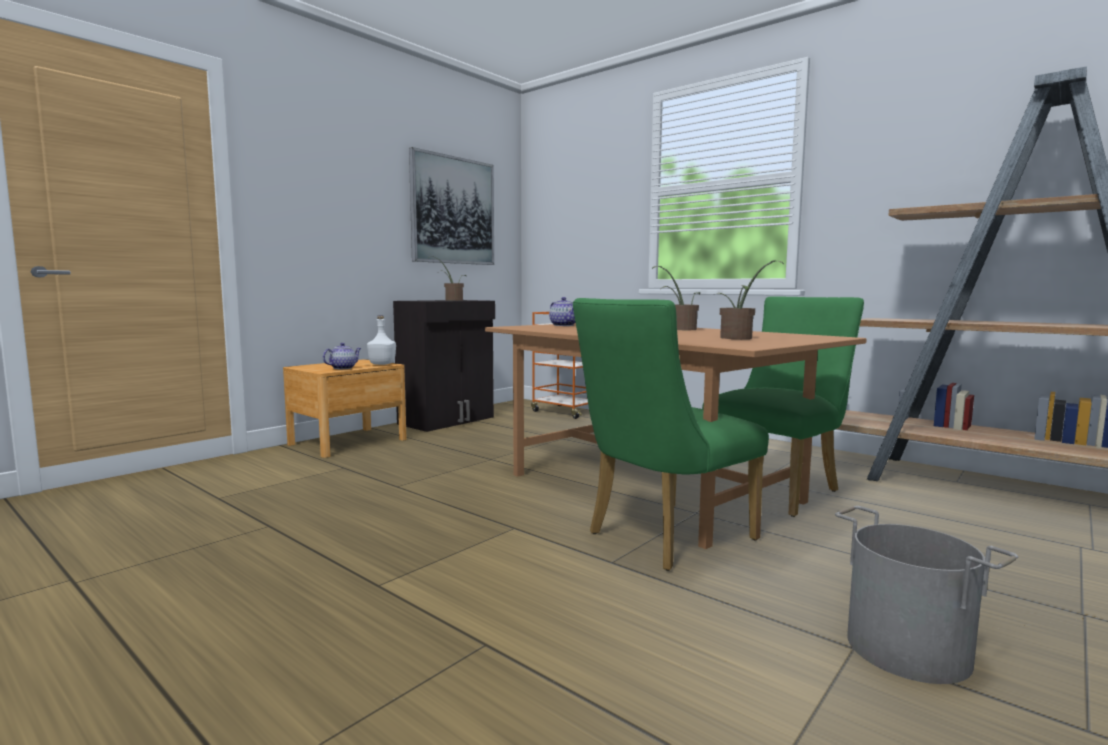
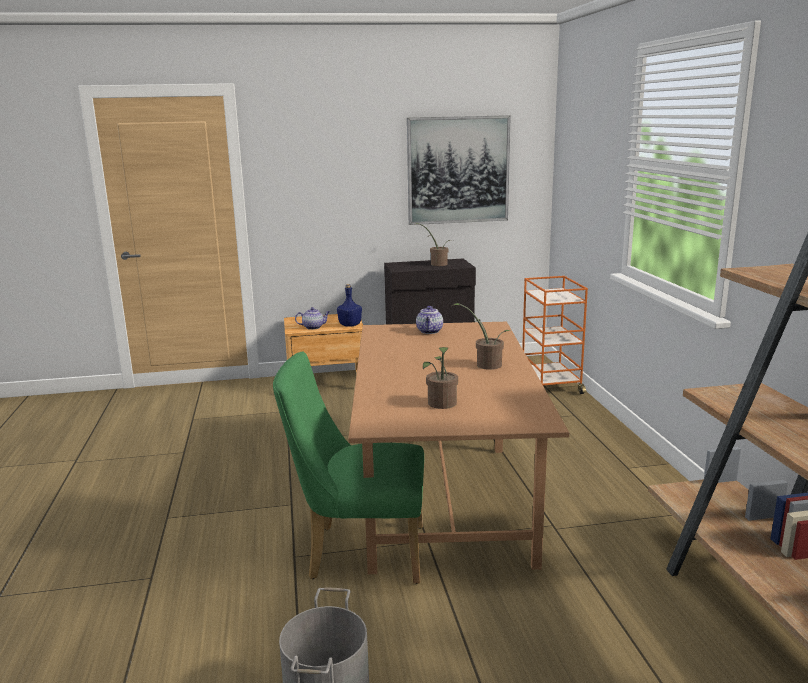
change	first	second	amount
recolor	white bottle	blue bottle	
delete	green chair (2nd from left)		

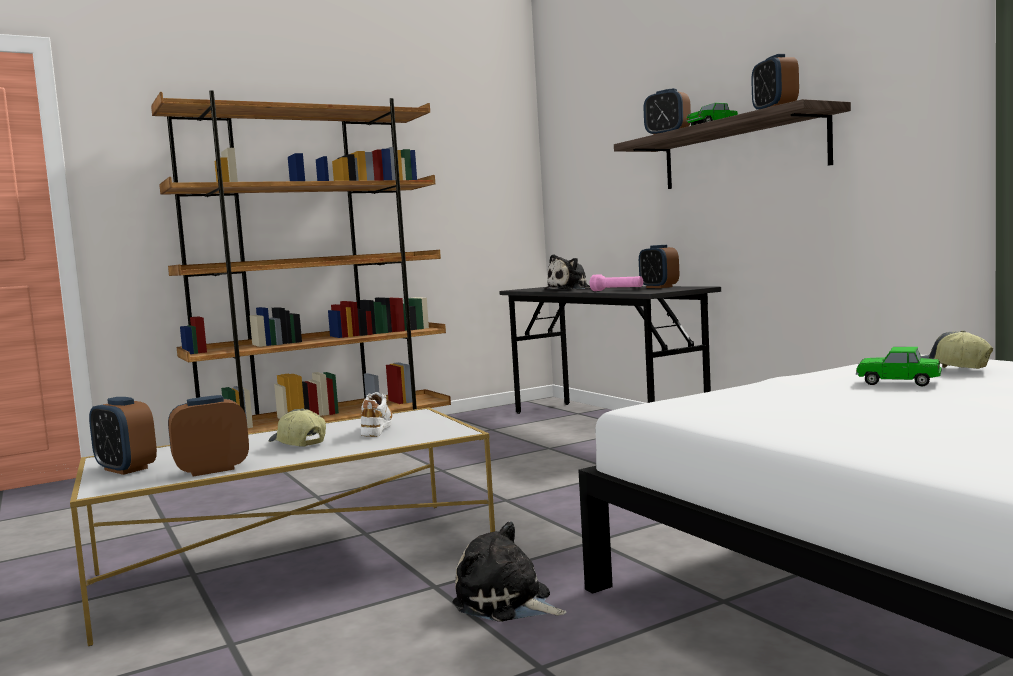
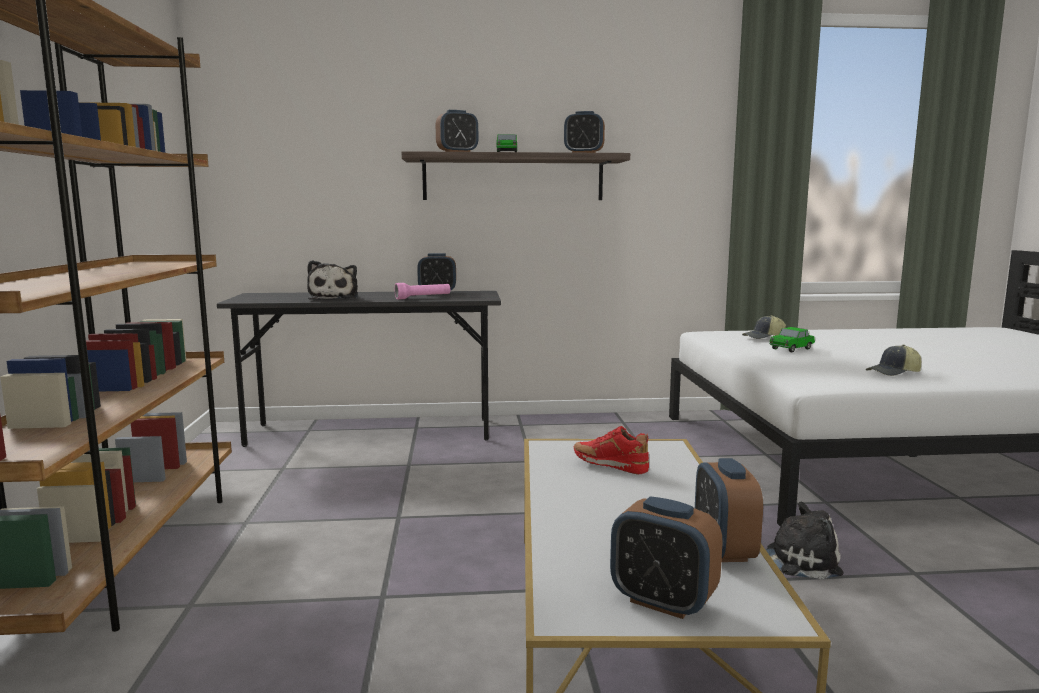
change	first	second	amount
recolor	white shoe	red shoe	
rotate	alarm clock (1st from left in the first image)	alarm clock (4th from left)	60 degrees clockwise
rotate	plush toy (1st from left in the first image)	plush toy (2nd from left)	150 degrees counterclockwise
move	cap (1st from left in the first image)	cap (2nd from left)	

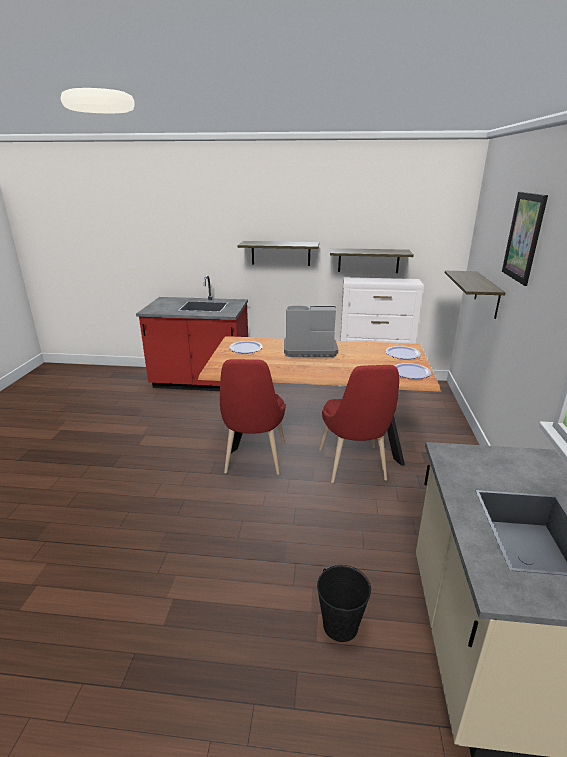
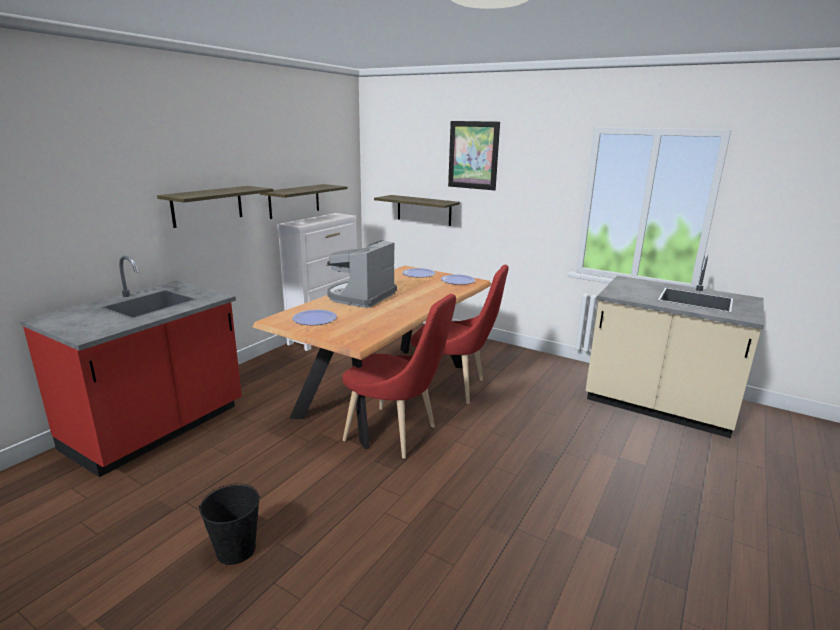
change	first	second	amount
move	black bucket		

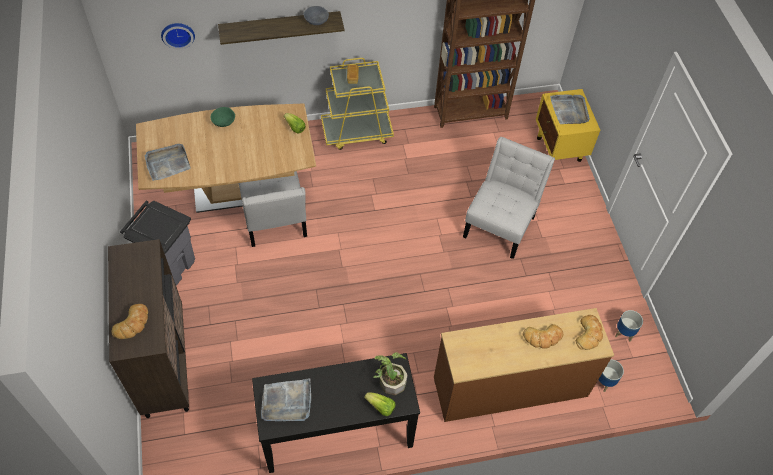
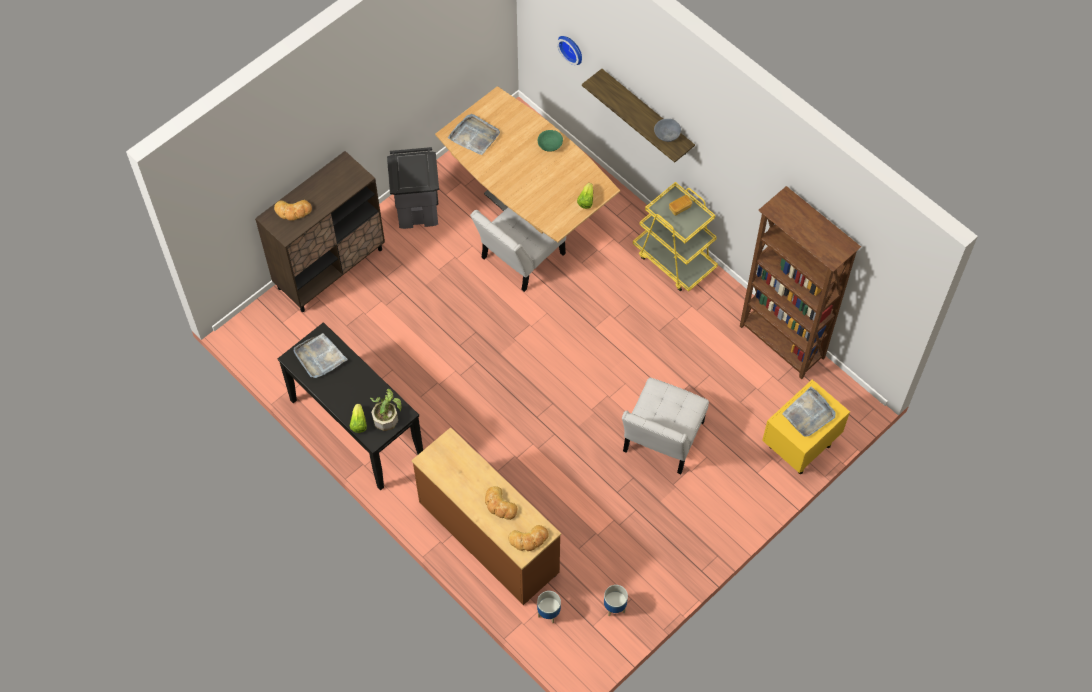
change	first	second	amount
rotate	white chair (2nd from left)		120 degrees clockwise

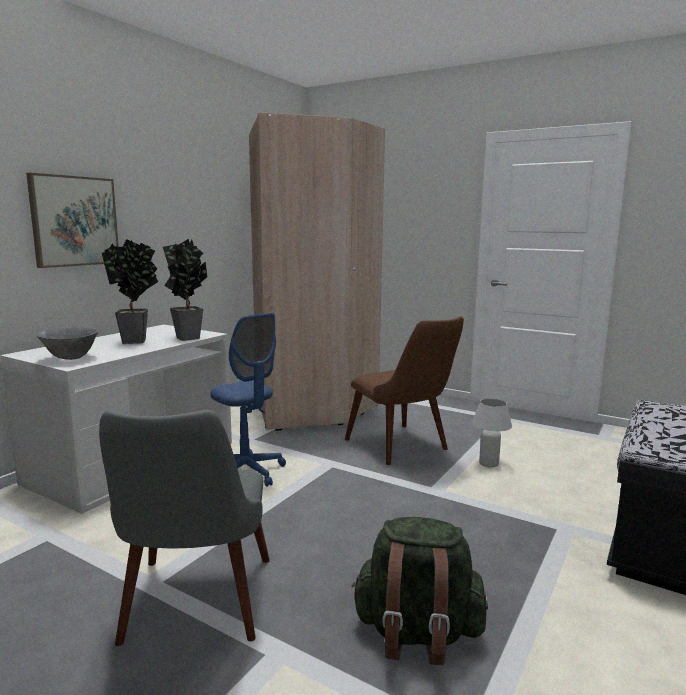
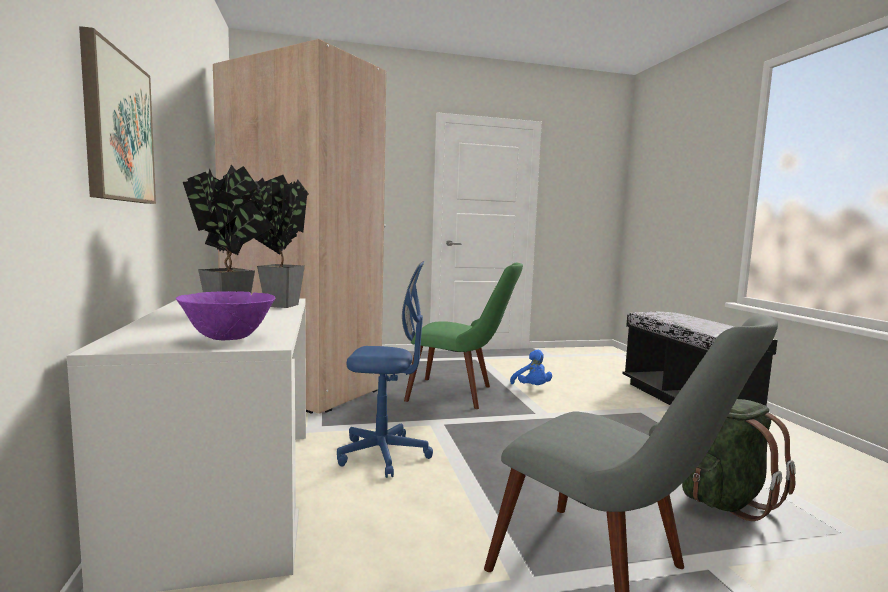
change	first	second	amount
recolor	grey bowl	purple bowl	
recolor	brown chair	green chair	
replace	white table lamp	blue plush toy	

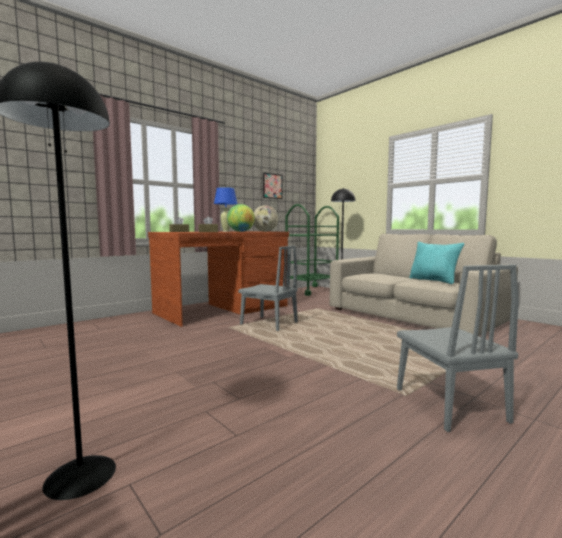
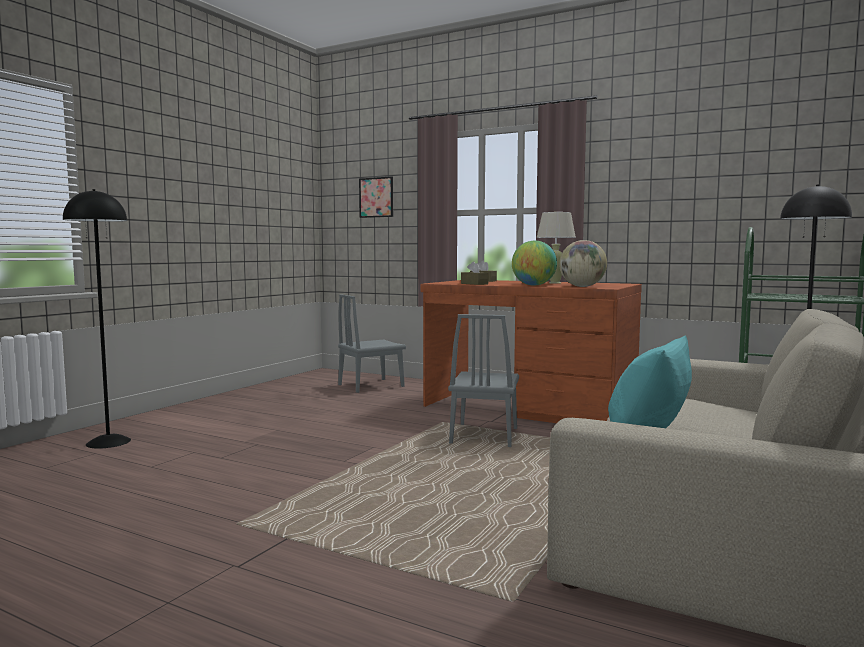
change	first	second	amount
move	grey chair (2nd from left in the first image)	grey chair (1st from left)	
move	picture		
recolor	blue table lamp	beige table lamp	

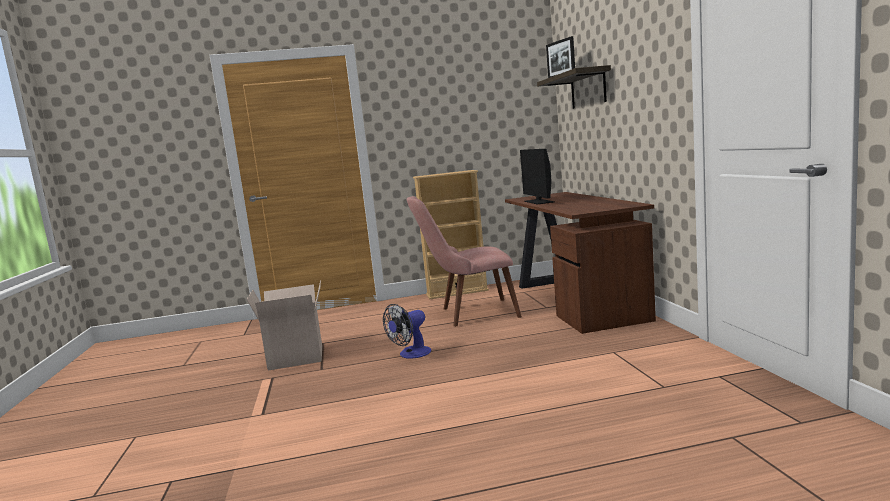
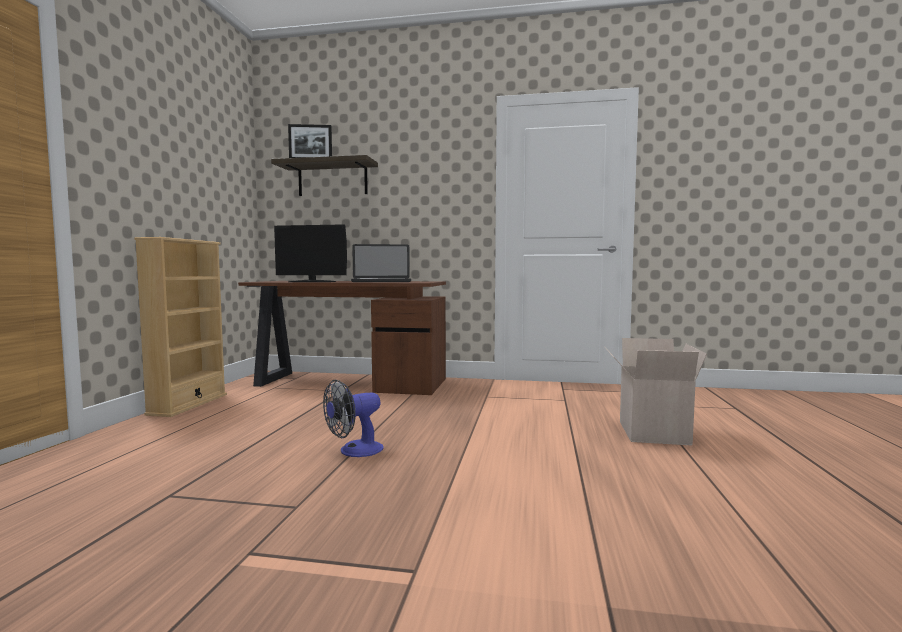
change	first	second	amount
rotate	fan		75 degrees clockwise
insert		laptop	
move	cardboard box		
delete	pink chair		

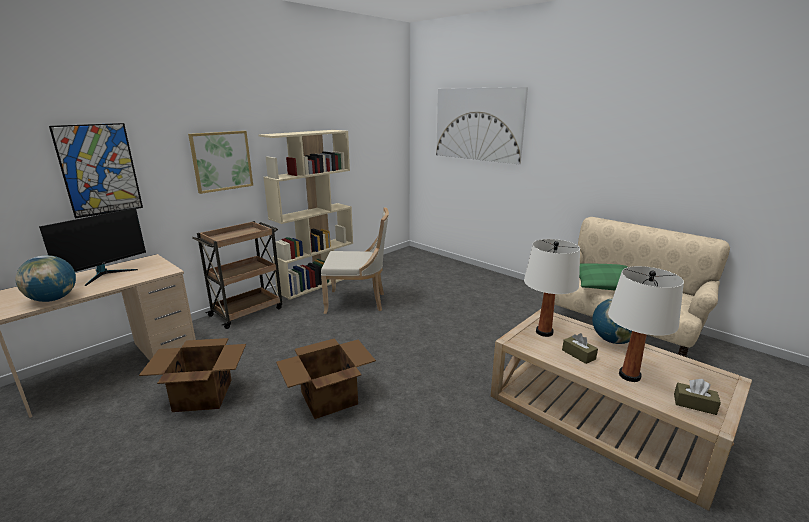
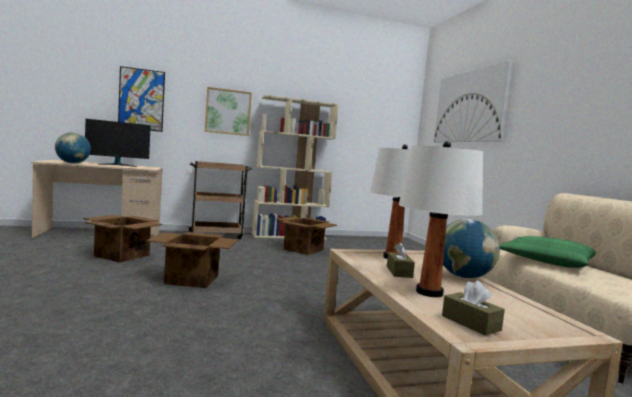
change	first	second	amount
replace	beige chair	cardboard box (3rd from left)	

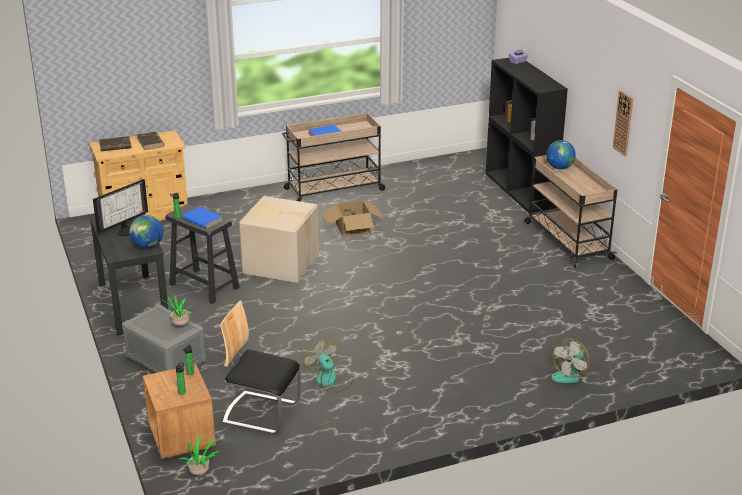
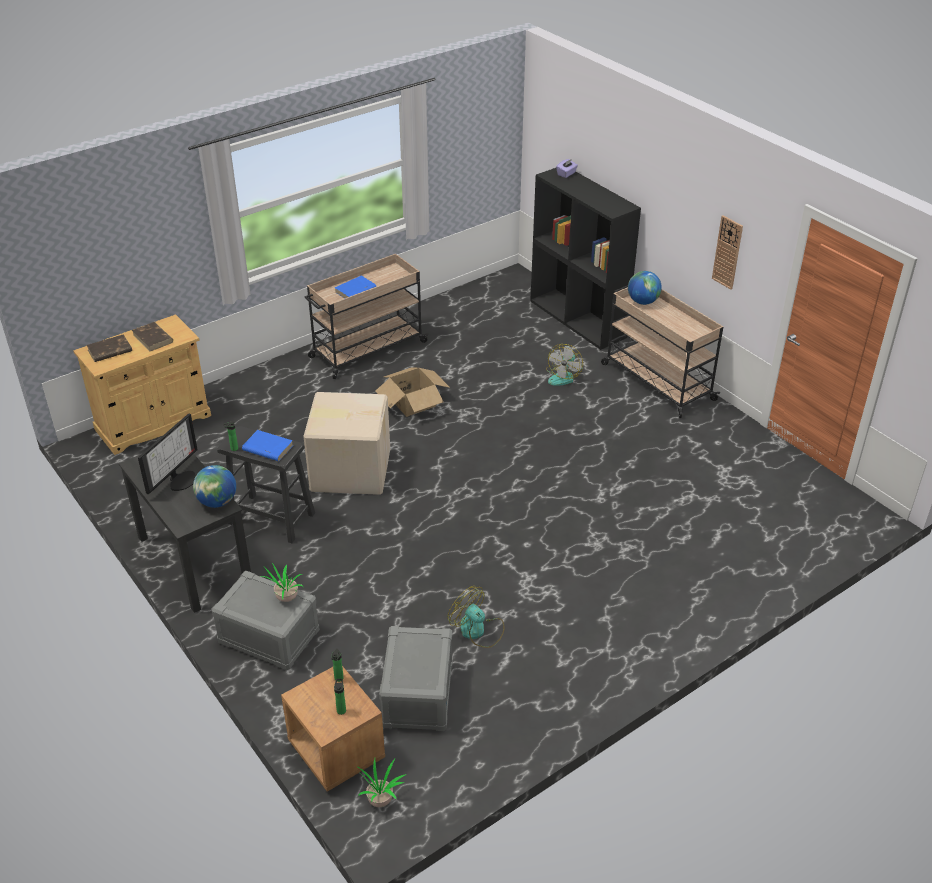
change	first	second	amount
replace	chair	grey storage box (2nd from left)	
move	fan (2nd from left)		

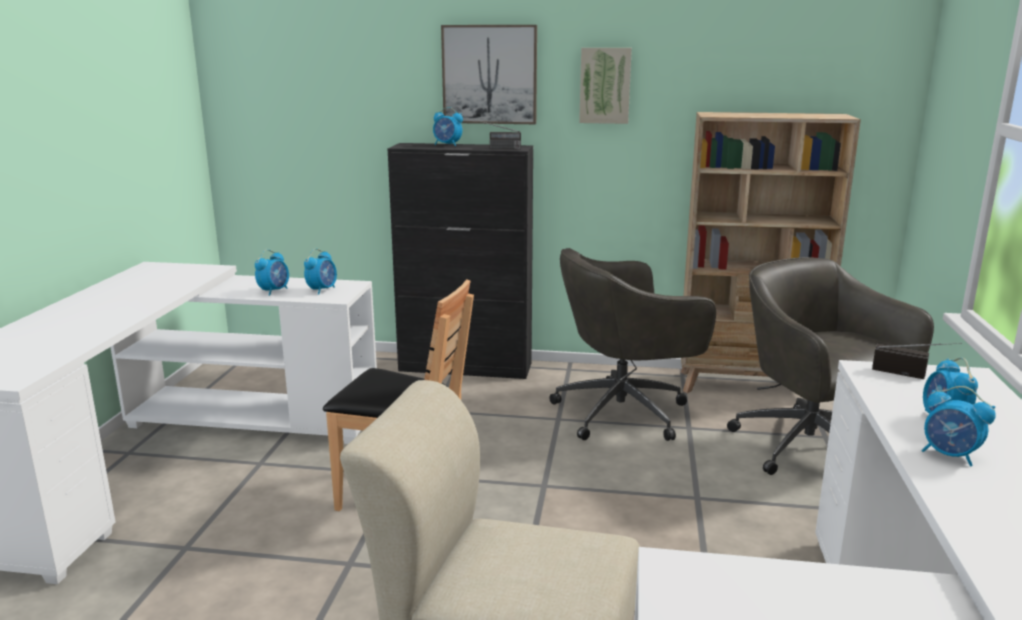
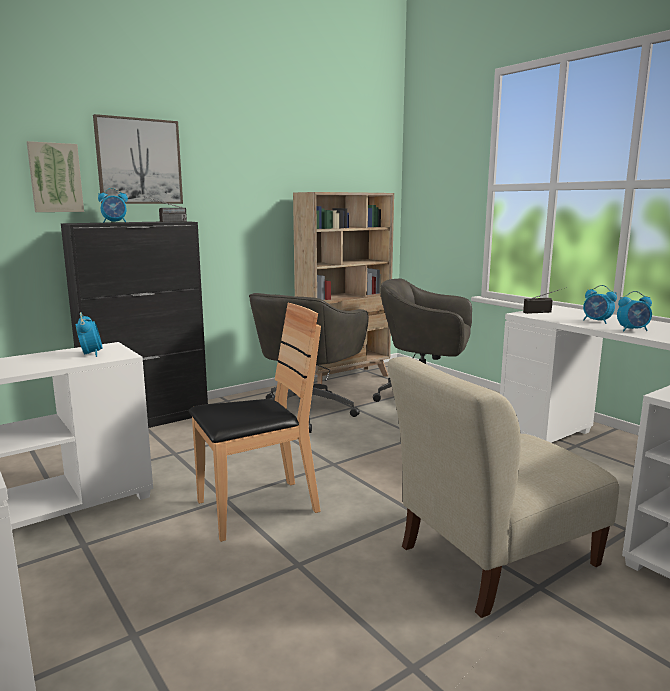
change	first	second	amount
move	picture (2nd from left in the first image)	picture (1st from left)	
delete	alarm clock (1st from left)		

